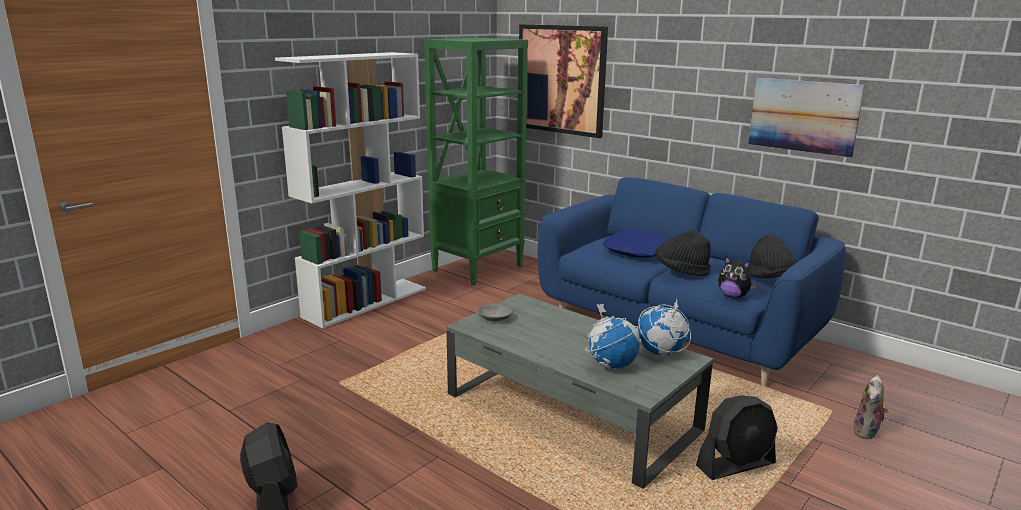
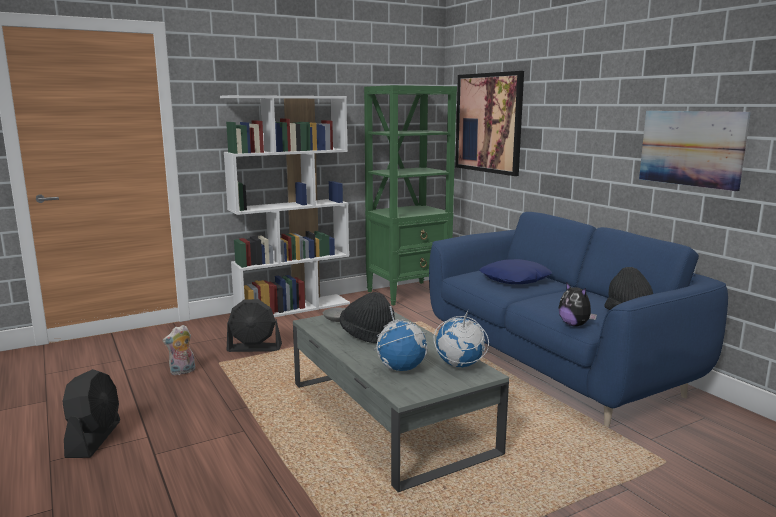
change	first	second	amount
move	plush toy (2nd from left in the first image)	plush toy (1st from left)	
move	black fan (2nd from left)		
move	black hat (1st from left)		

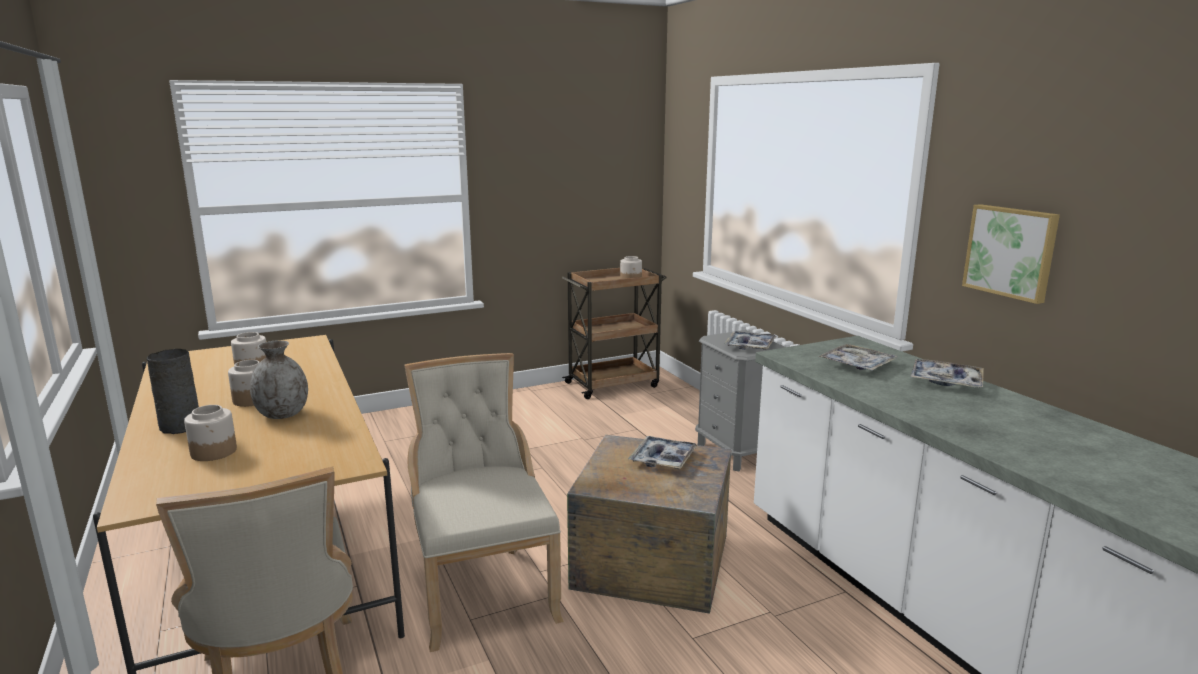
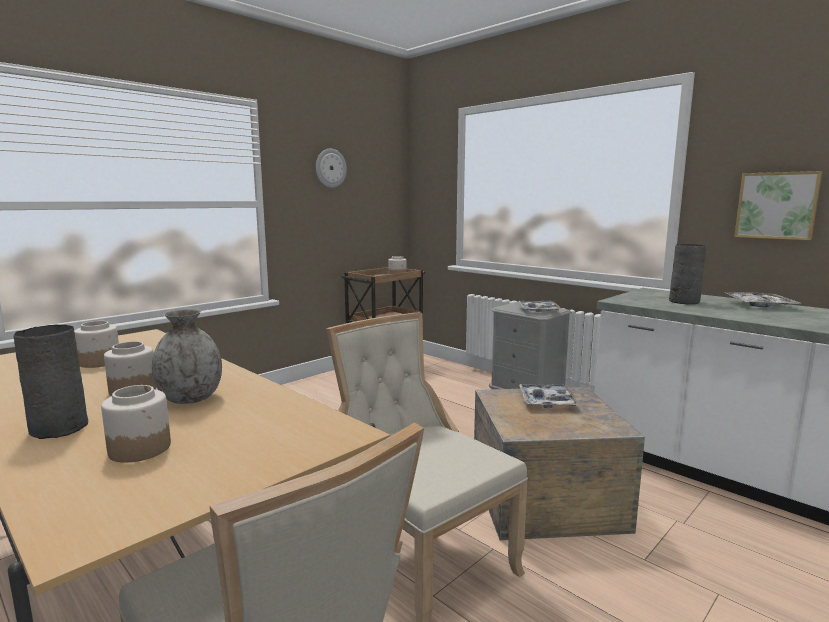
change	first	second	amount
insert		wall clock	
replace	tray (3rd from left)	grey vase (3rd from left)	

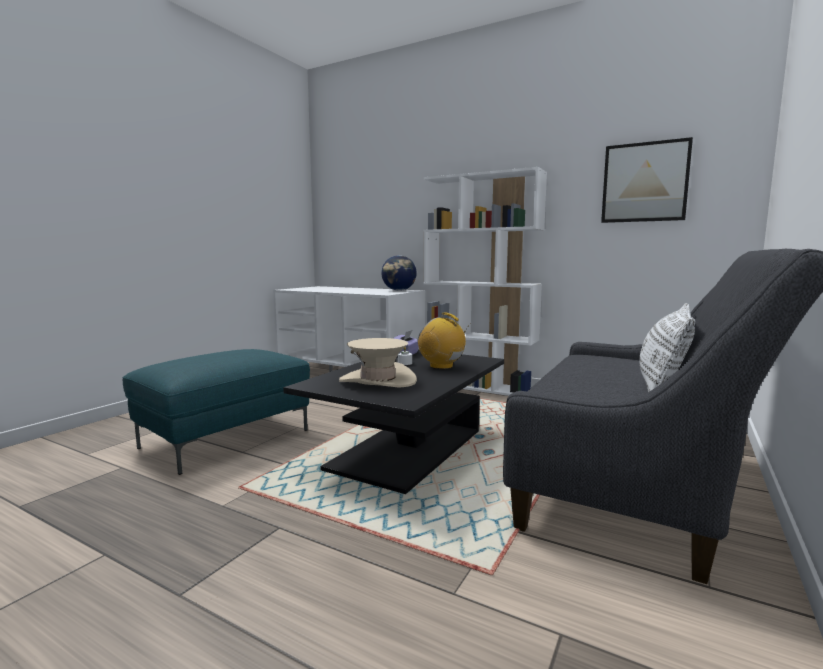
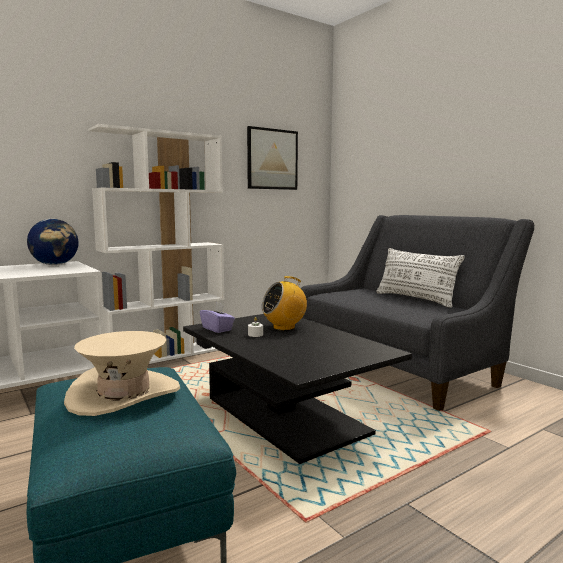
change	first	second	amount
move	beige hat		

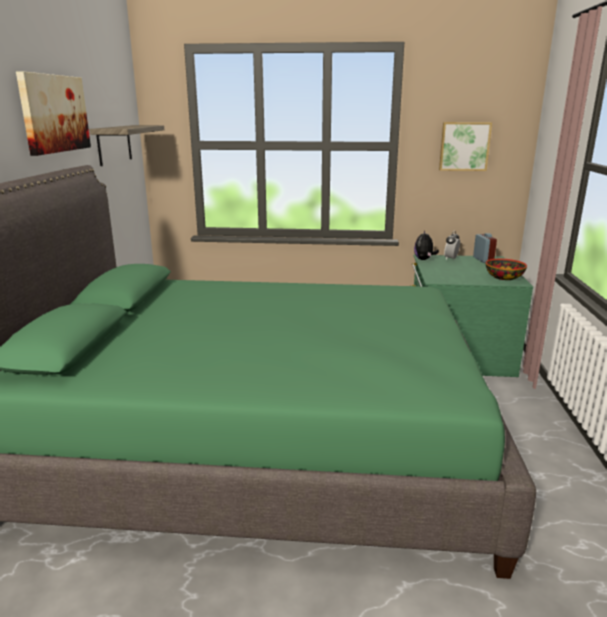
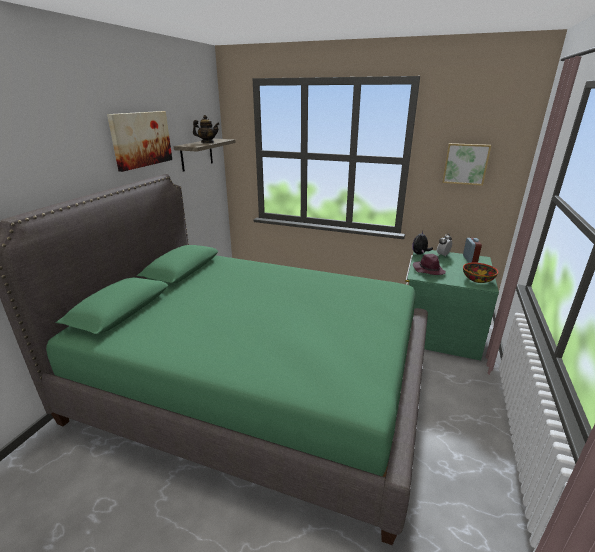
change	first	second	amount
insert		teapot	
insert		purple hat	

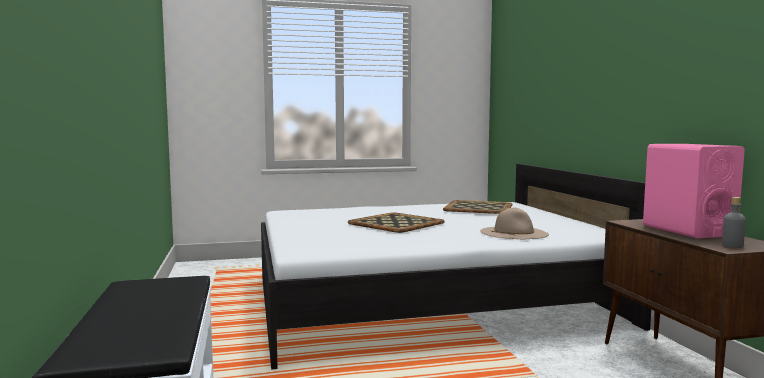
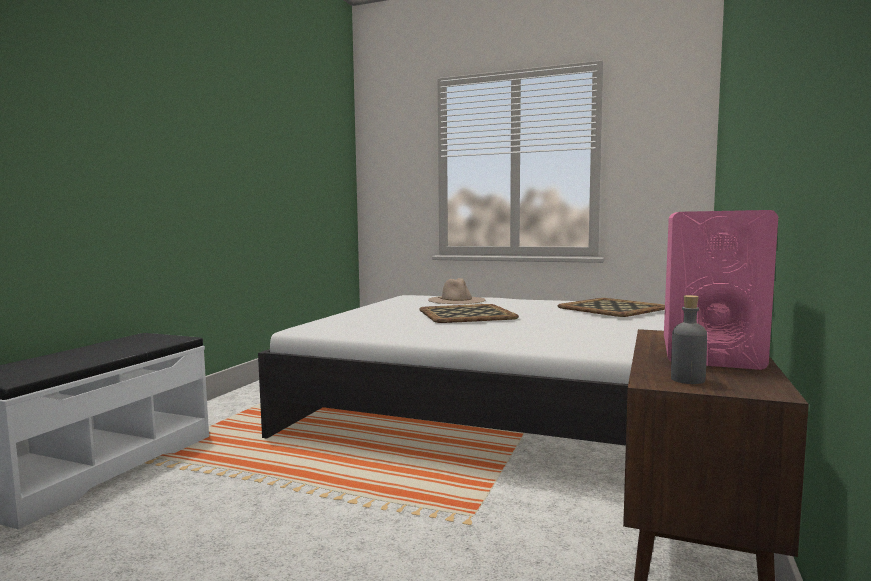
change	first	second	amount
move	beige hat		

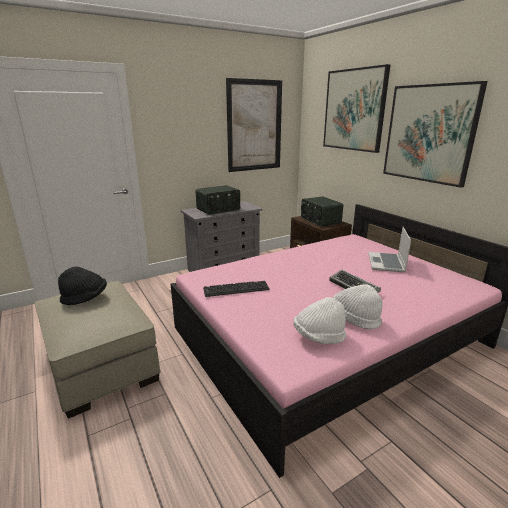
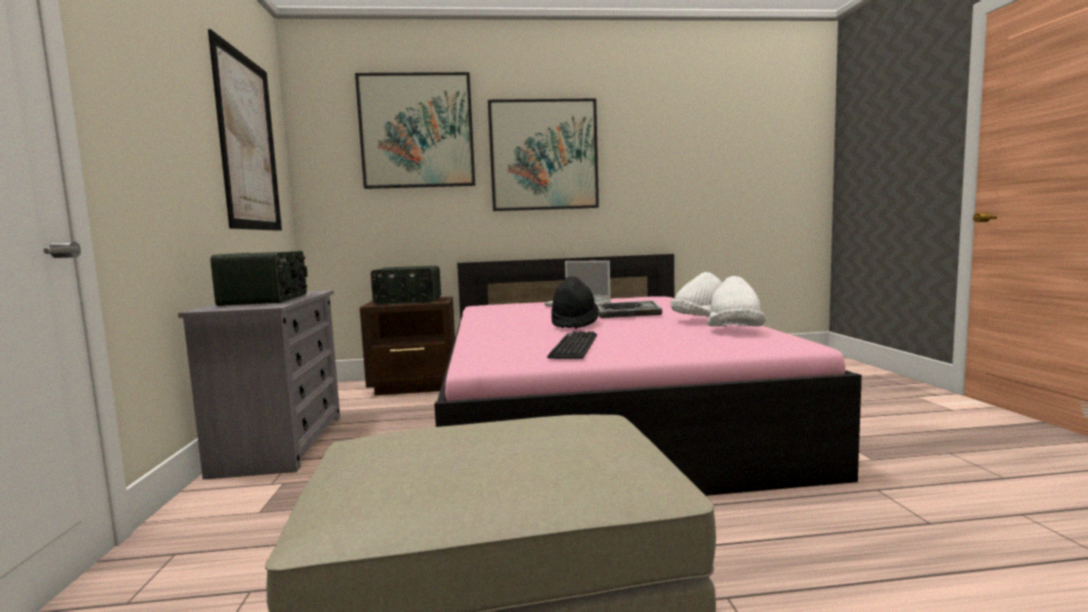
change	first	second	amount
move	black hat		

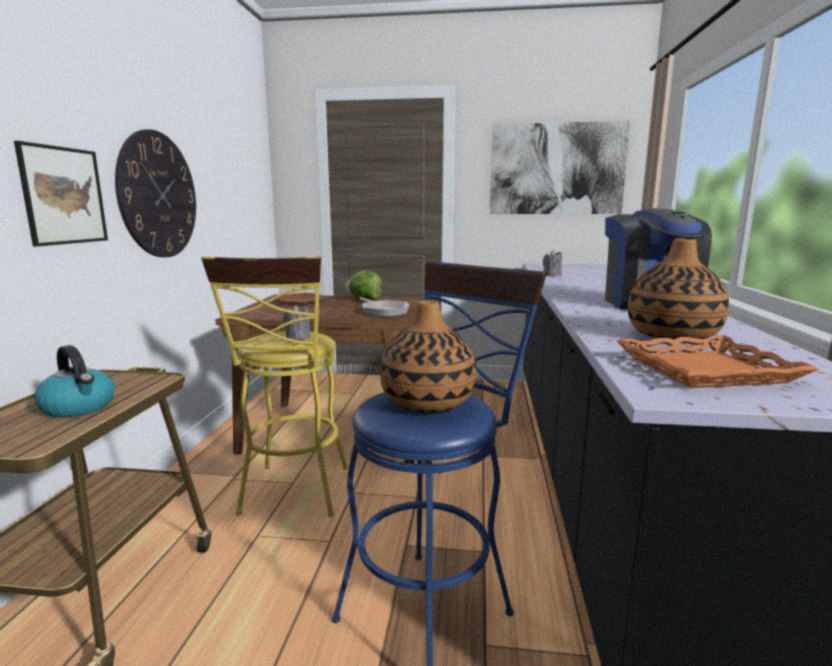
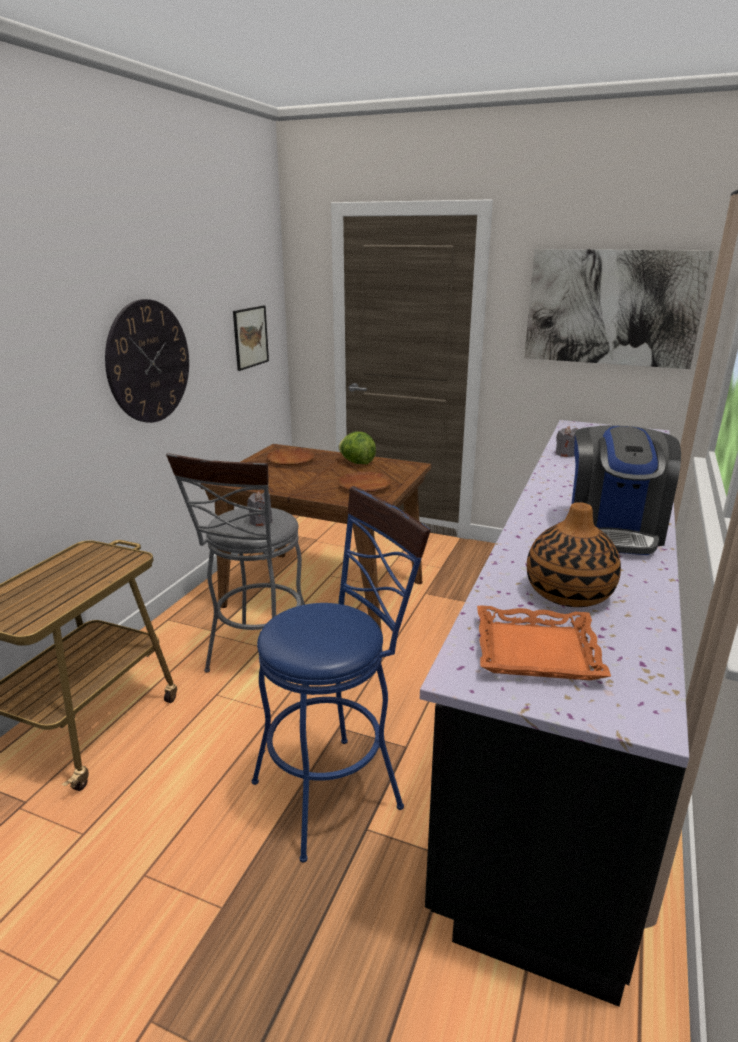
change	first	second	amount
recolor	yellow stool	grey stool	
move	picture (1st from left)		
replace	frying pan	brown plate (2nd from left)	
delete	kettle		
delete	vase (1st from left)		

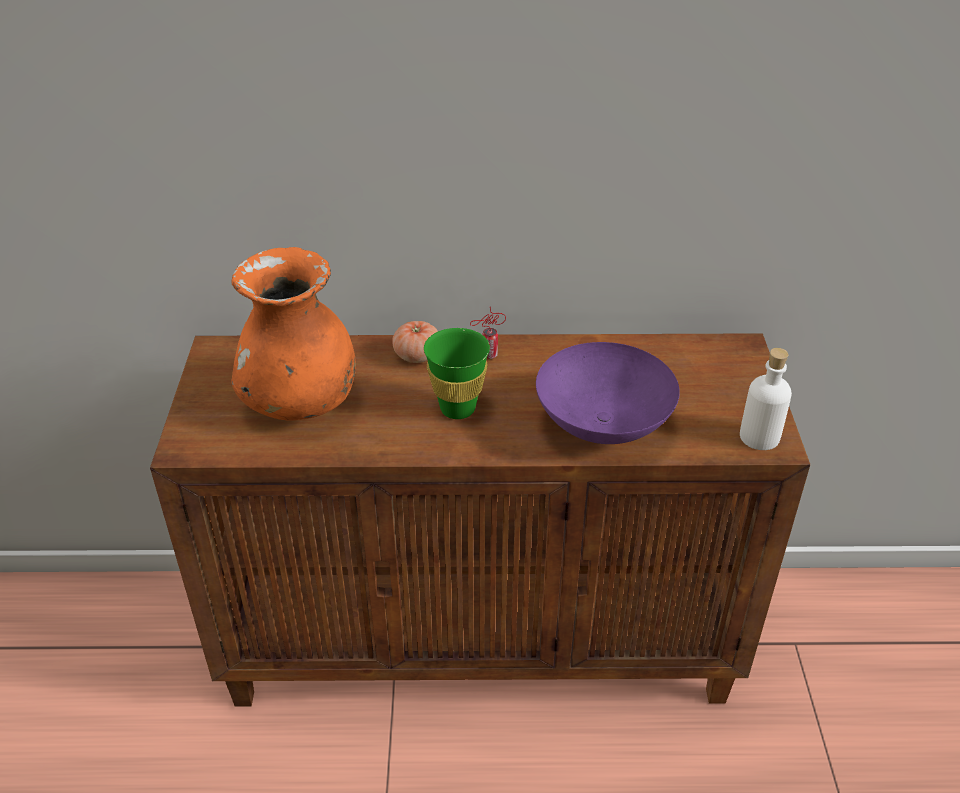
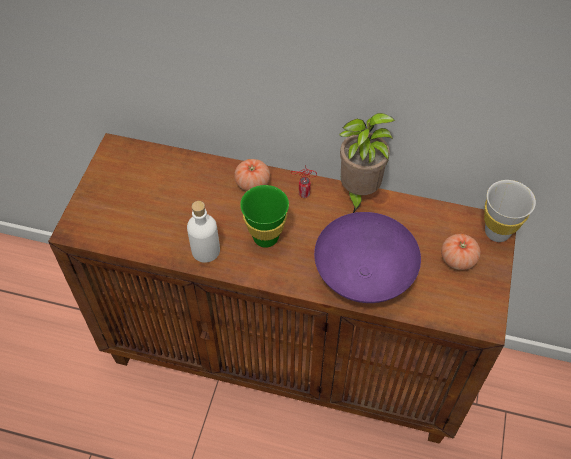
change	first	second	amount
move	white bottle		
insert		potted plant	
insert		tomato (2nd from left)	
insert		white cup	
delete	orange vase		

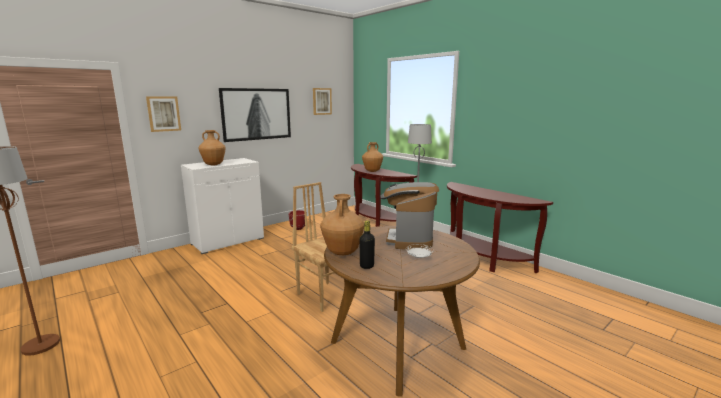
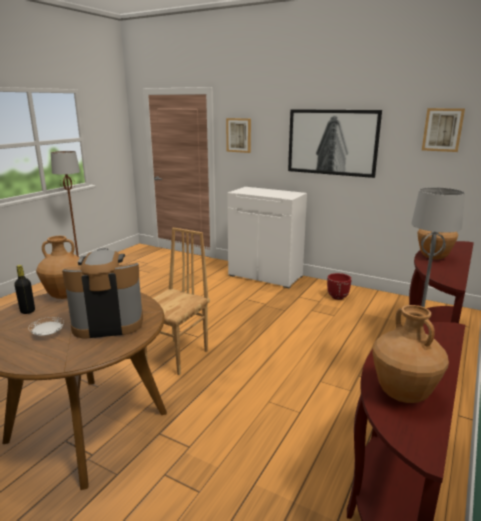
change	first	second	amount
move	brown vase (1st from left in the first image)	brown vase (2nd from left)	

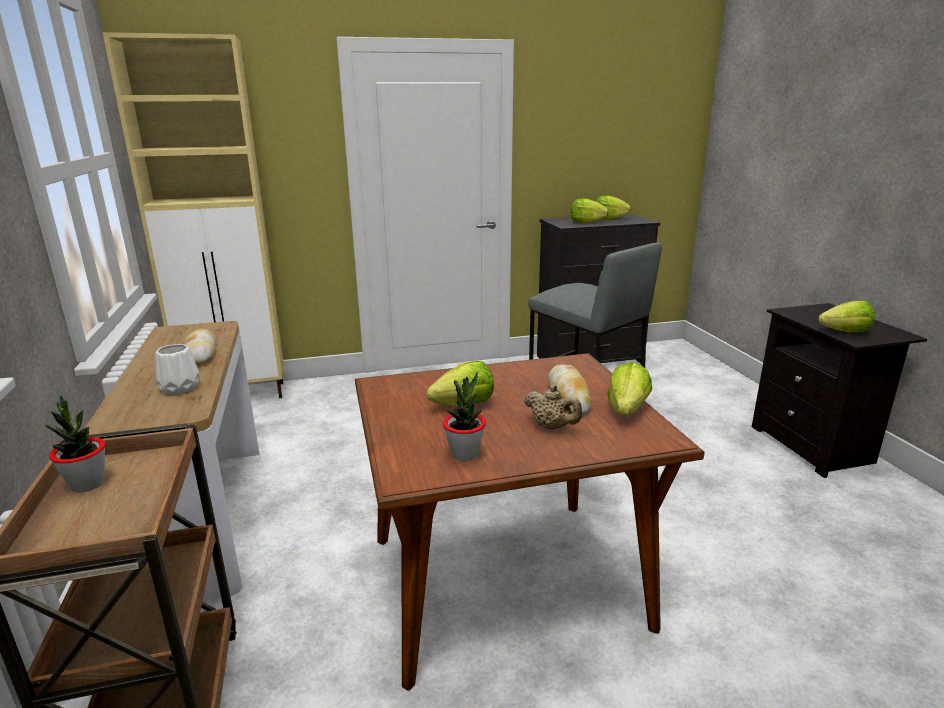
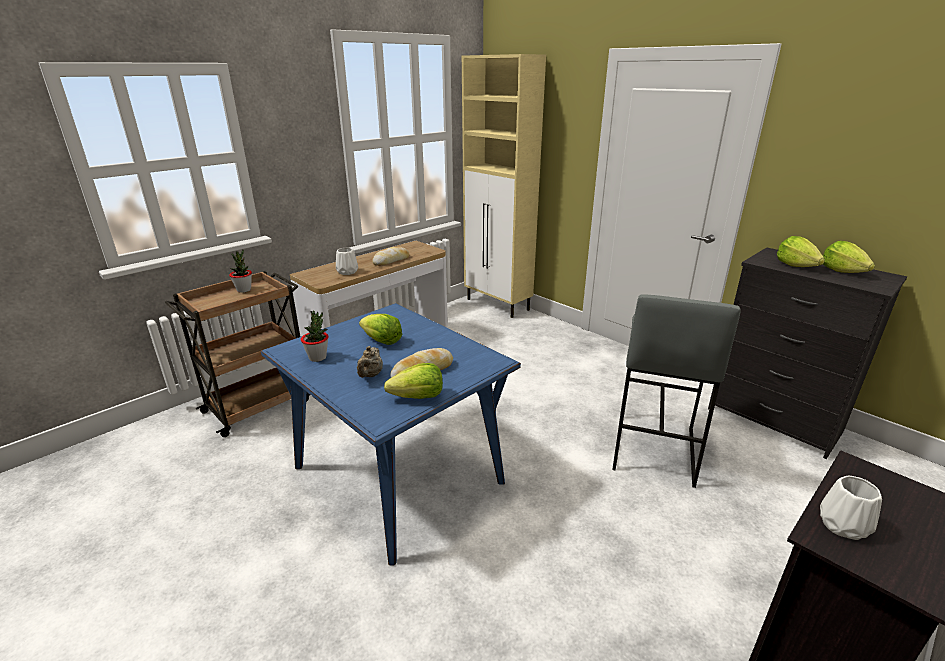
change	first	second	amount
recolor	brown dining table	blue dining table	
replace	lettuce (5th from left)	white vase (2nd from left)	

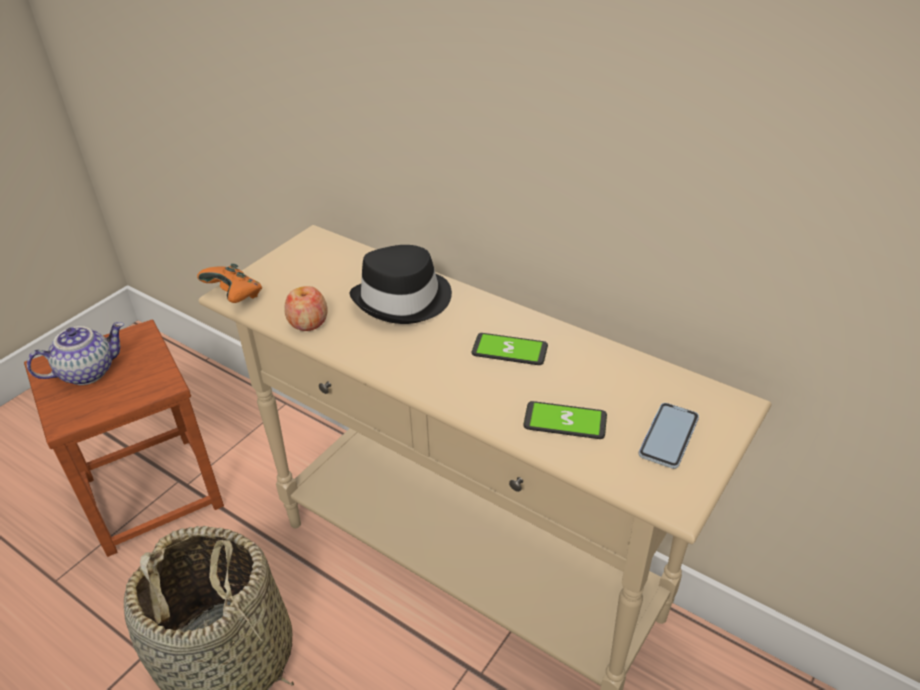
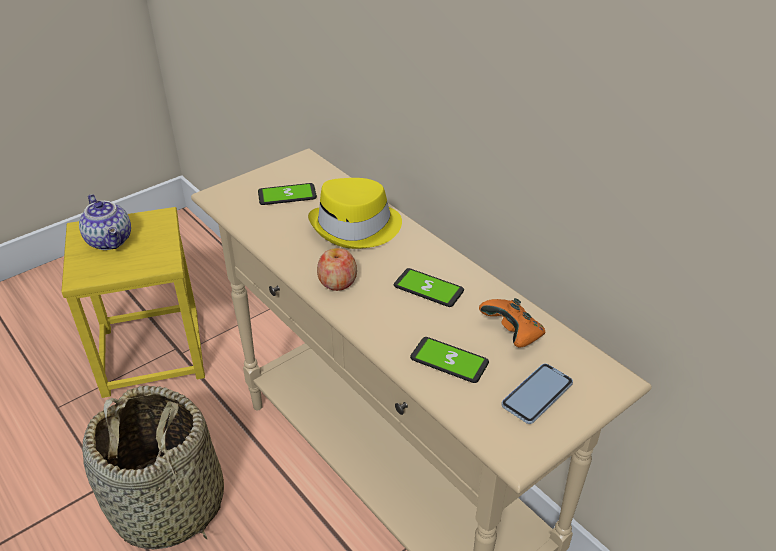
change	first	second	amount
recolor	brown stool	yellow stool	
rotate	teapot		75 degrees clockwise
insert		phone (1st from left)	
recolor	black hat	yellow hat	
move	apple		
move	orange game controller		

